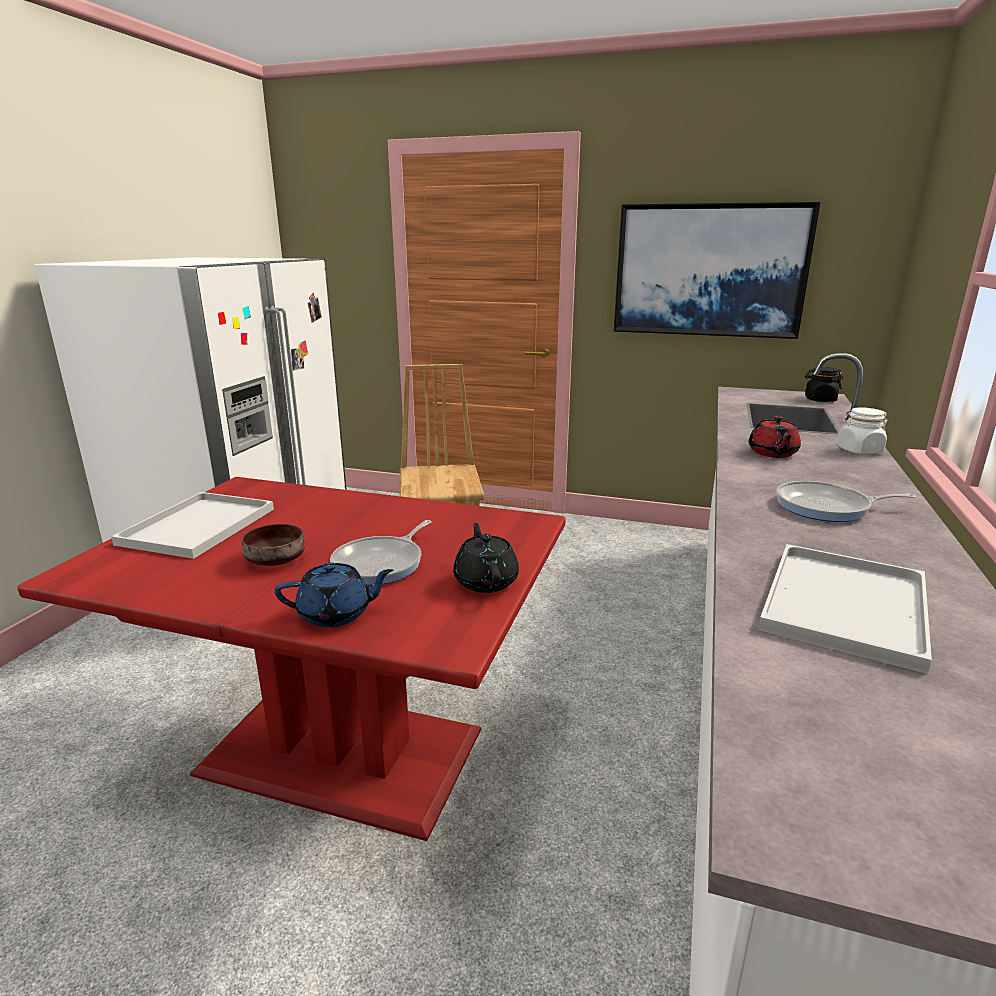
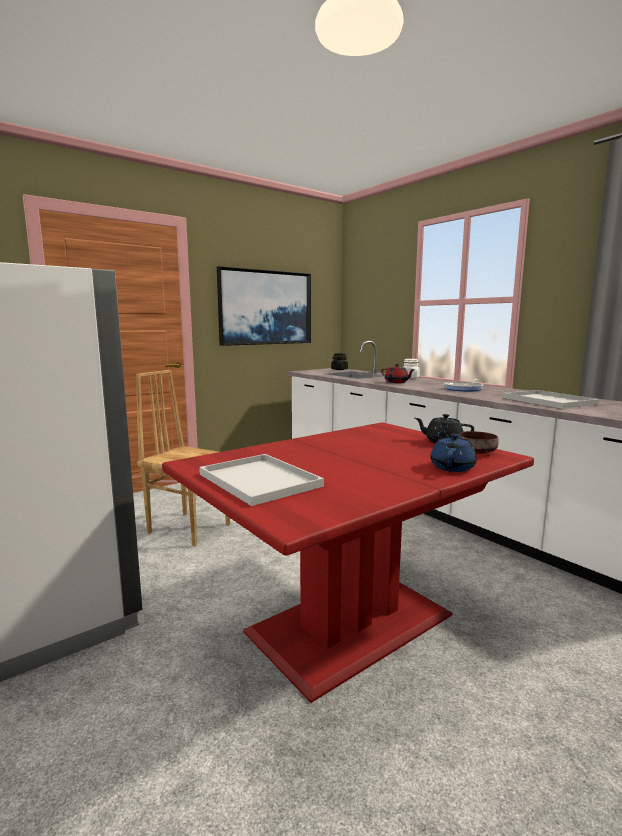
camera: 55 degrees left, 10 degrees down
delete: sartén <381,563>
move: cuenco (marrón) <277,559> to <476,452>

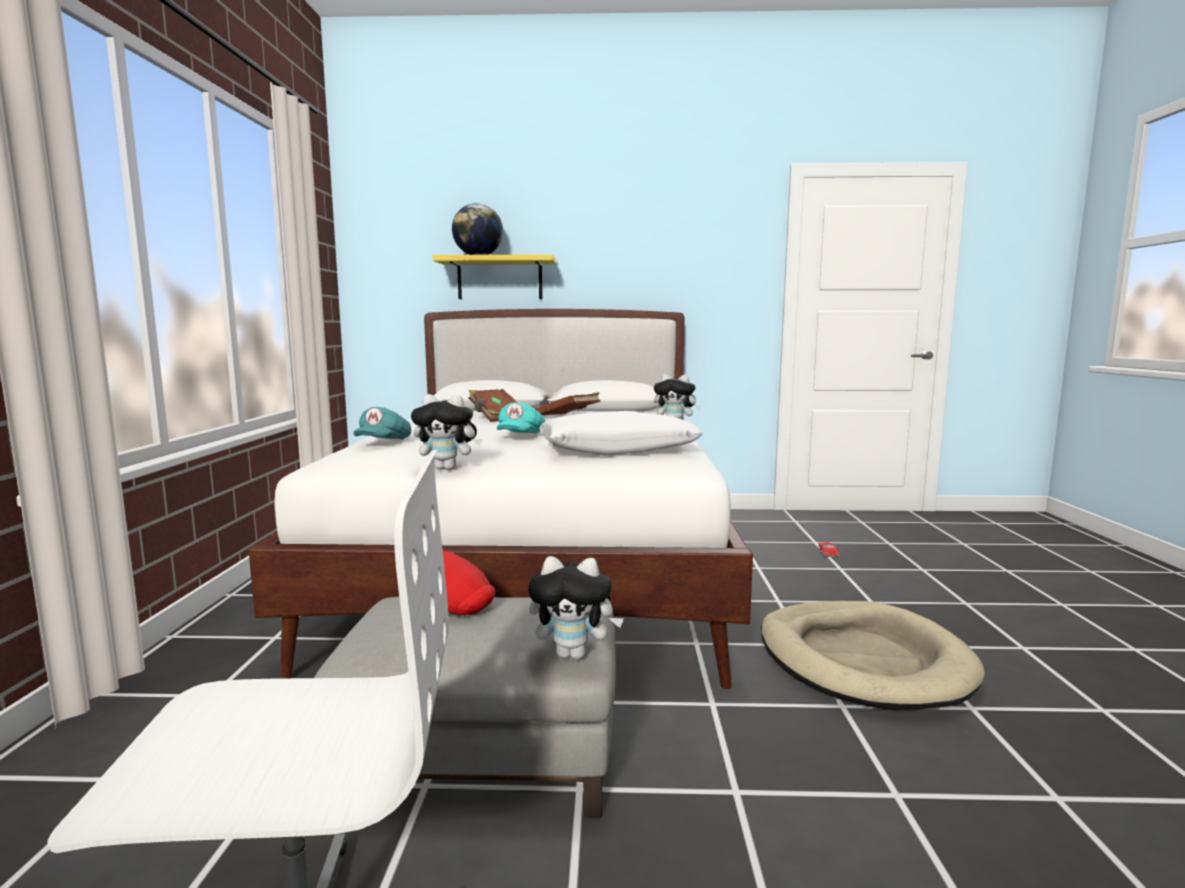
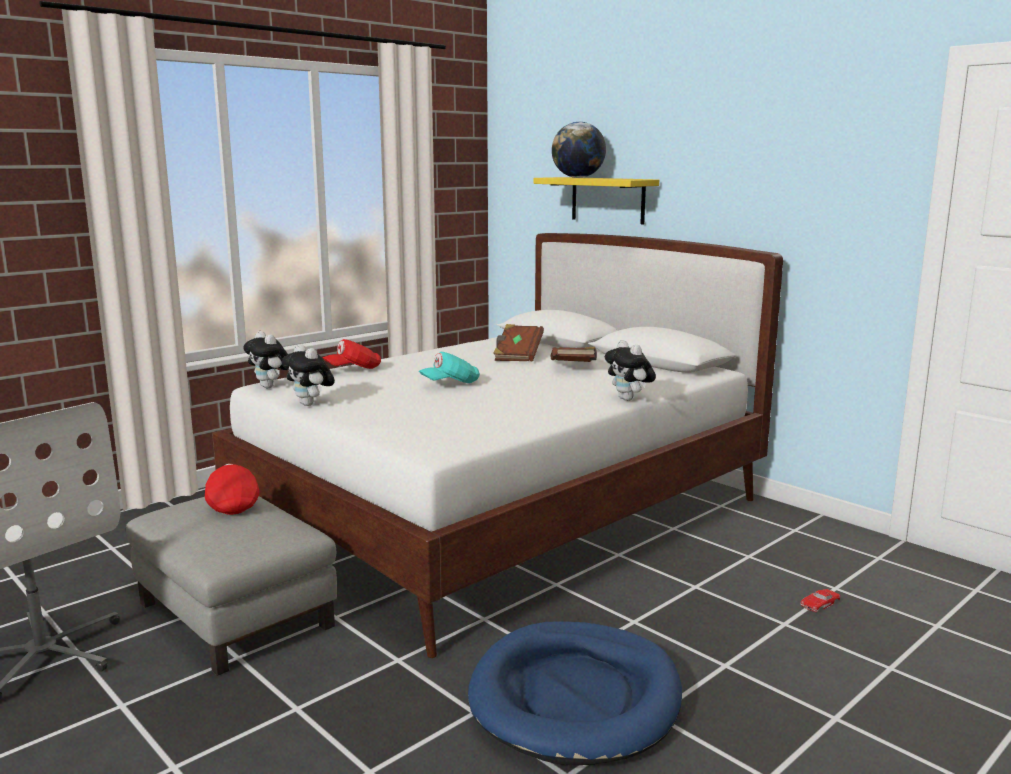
camera: 45 degrees right, 5 degrees up
delete: cojín (blanco) <617,450>
move: peluche <574,654> to <270,387>
recolor: gorra (turquesa) <383,442> to gorra (rojo) <353,369>; cama para perro (beis) <862,660> to cama para perro (azul) <576,698>

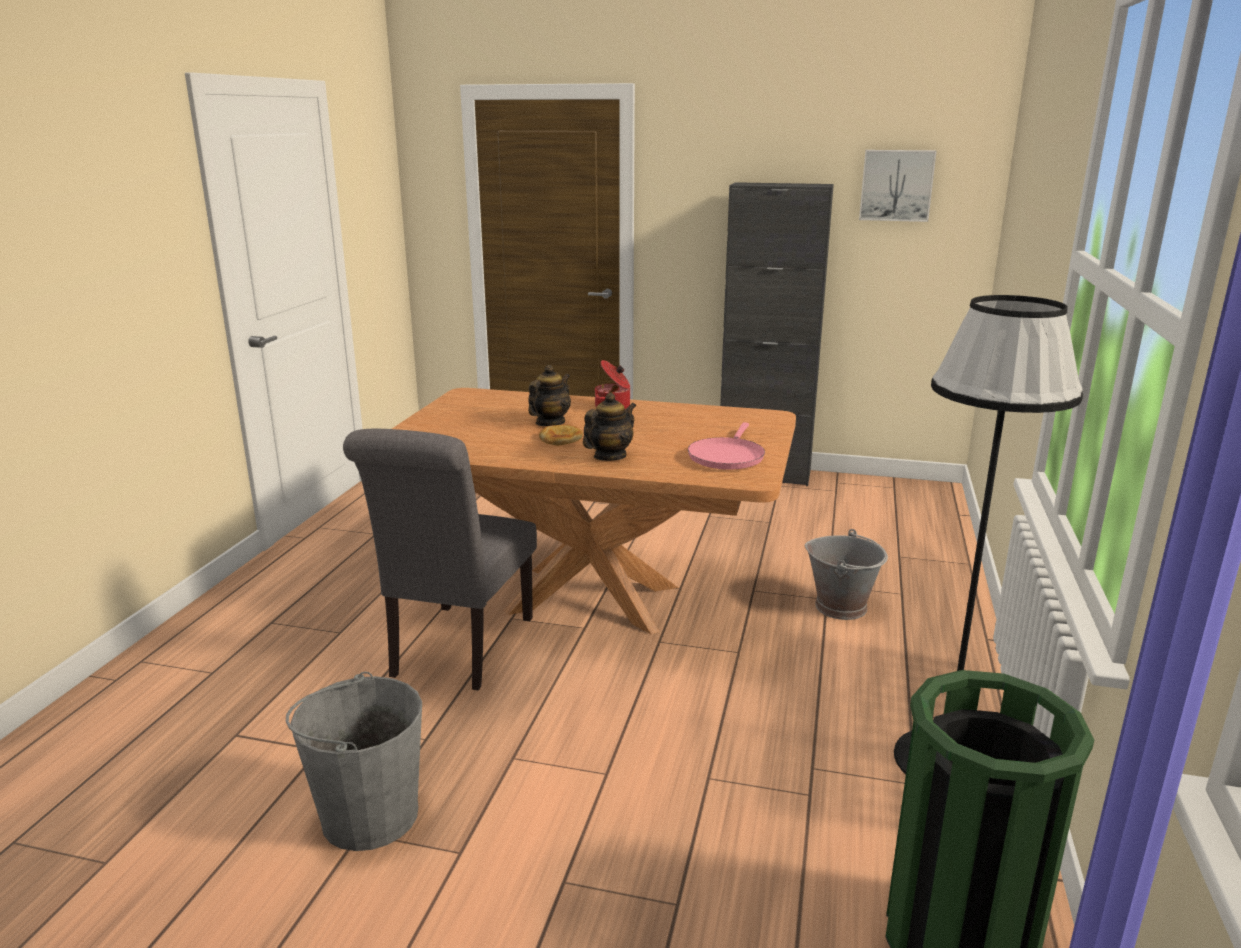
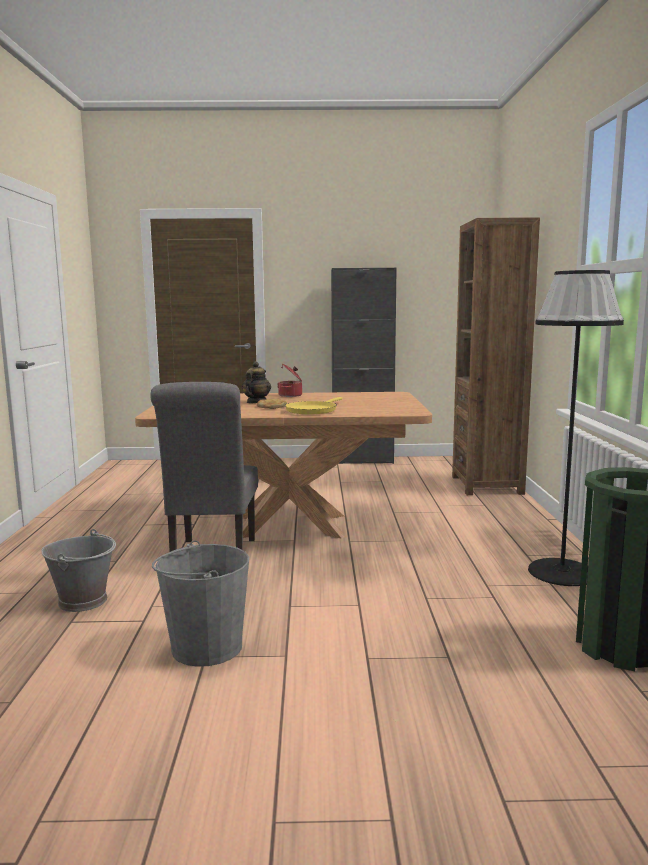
camera: 15 degrees left, 10 degrees down
delete: sartén (rosa) <727,456>; cuadro <896,185>
insert: estantería (marrón) <487,485>
move: cubo (gris) <841,606> to <83,601>
replace: tetera <609,456> to sartén (amarillo) <313,410>

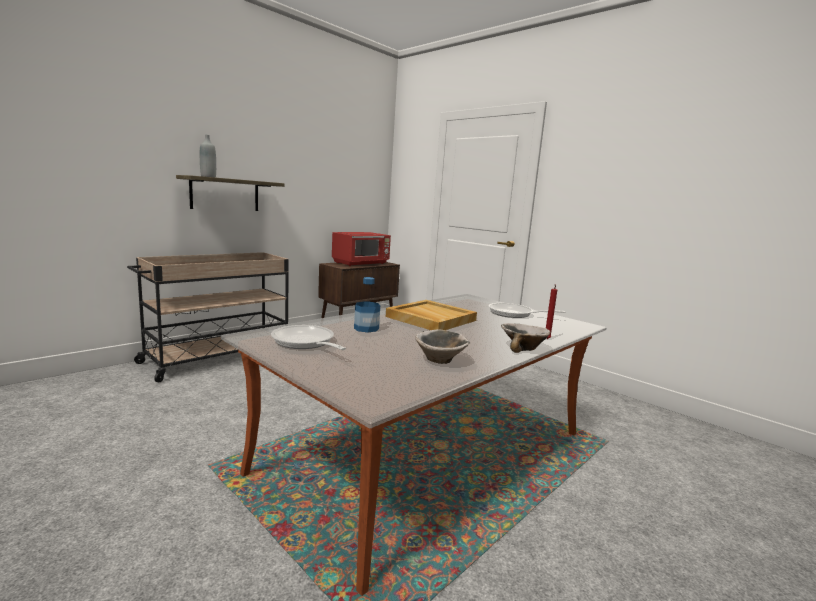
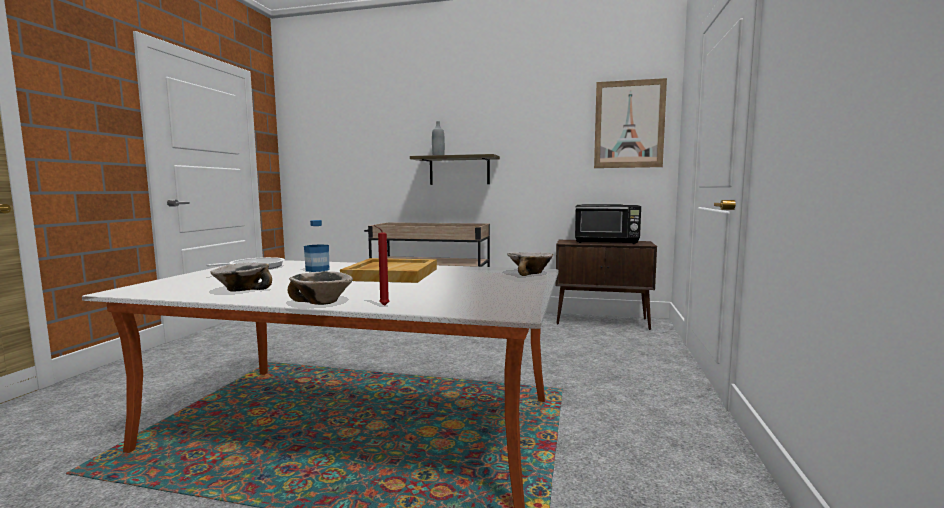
camera: 60 degrees right, 5 degrees down
delete: sartén <514,314>
insert: cuenco <529,273>; cuadro <629,124>
recolor: microondas (rojo) <361,263> to microondas (negro) <607,242>

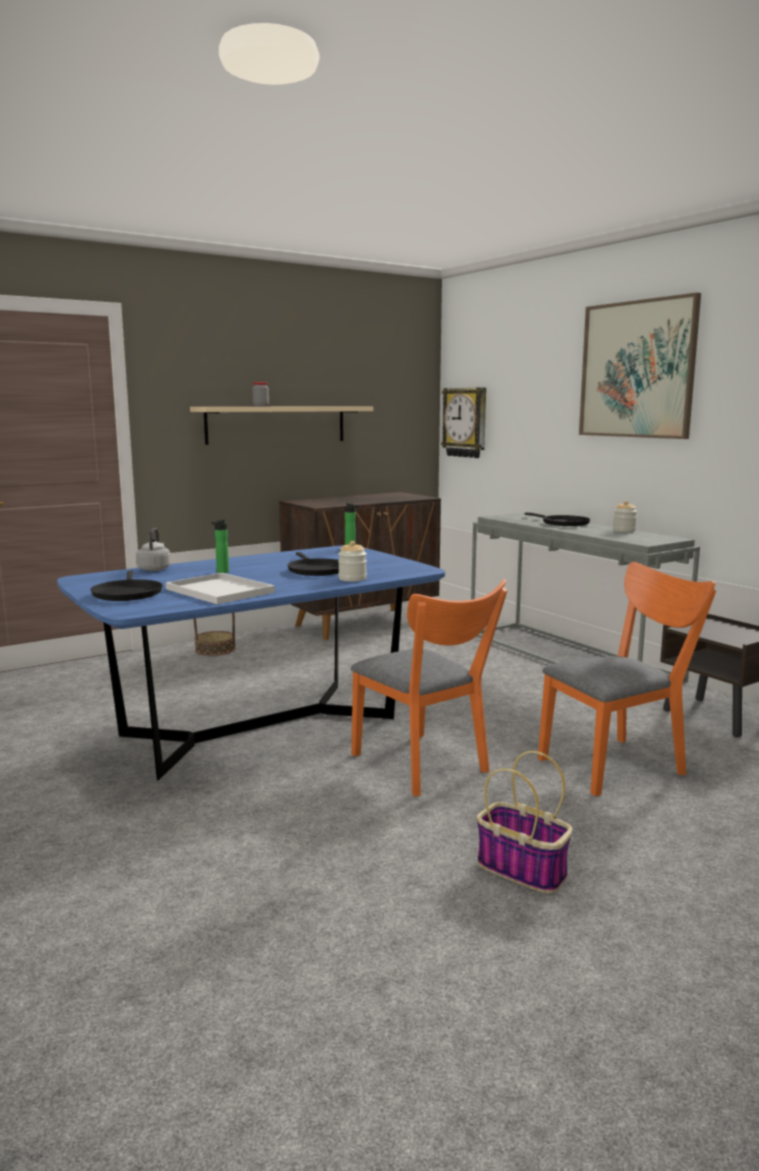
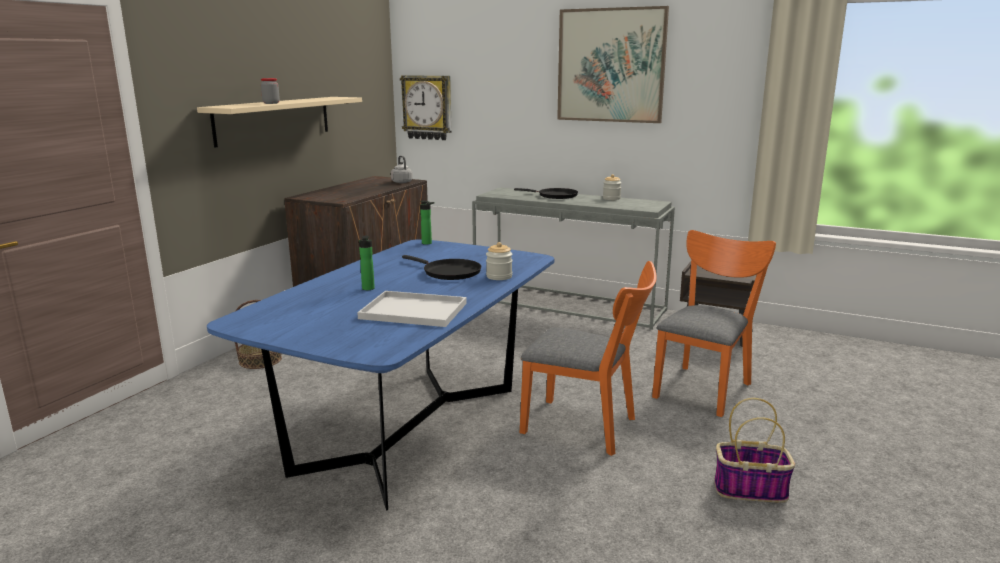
camera: 30 degrees left, 5 degrees up
delete: sartén (negro) <127,593>
move: hervidor (gris) <155,569> to <401,182>

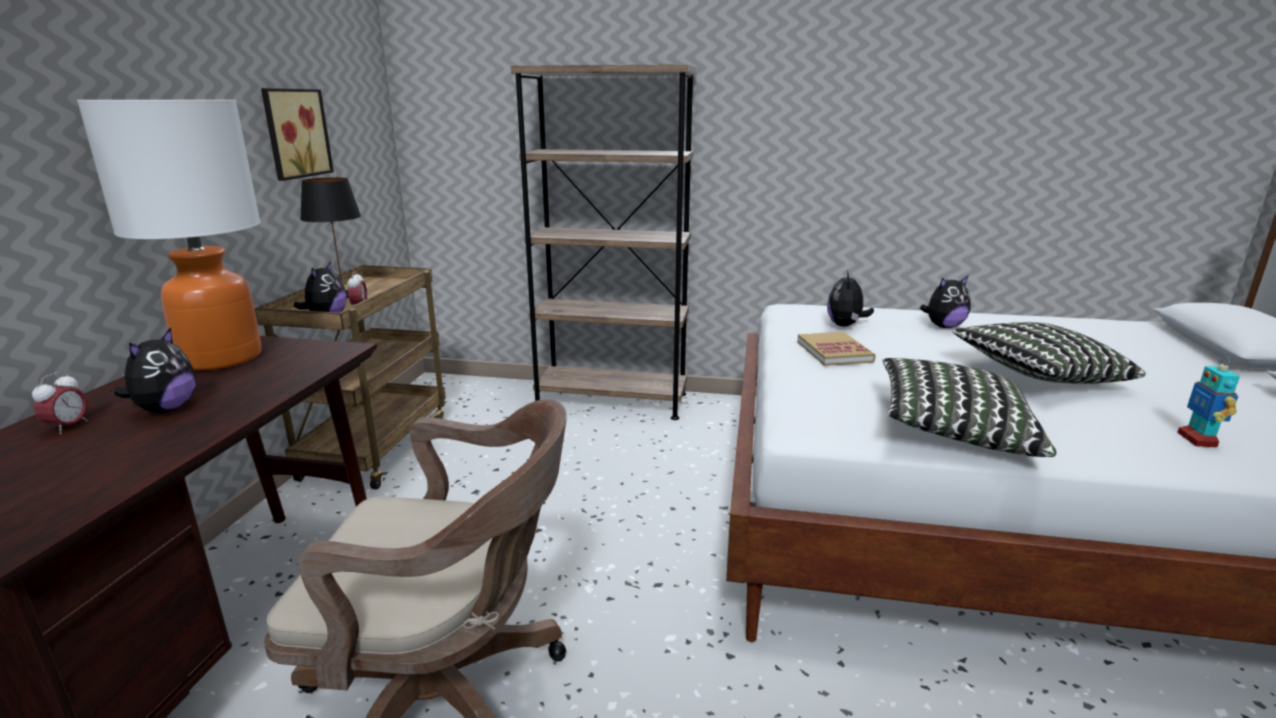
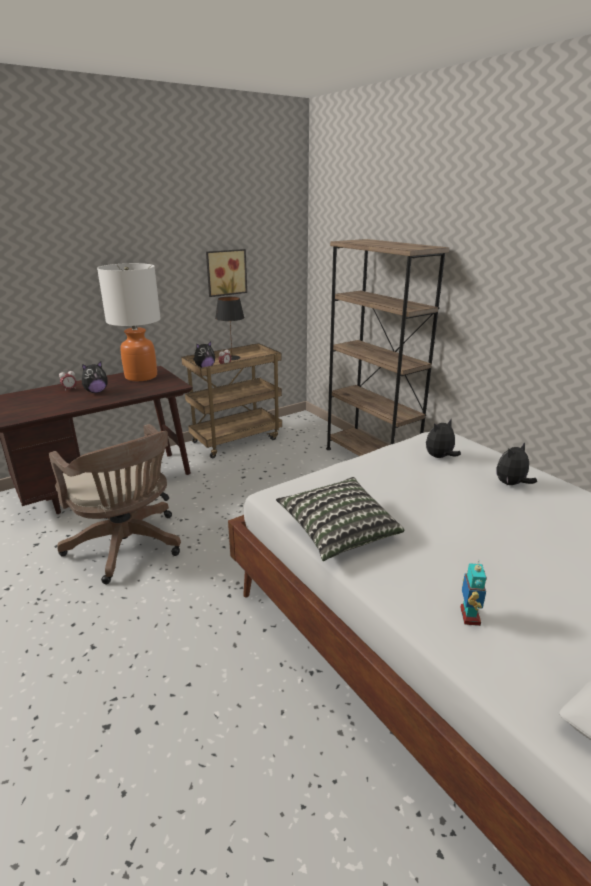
camera: 45 degrees right, 5 degrees up
delete: libro <834,352>; cojín <1038,377>
rotate: robot de juguete <1197,440> = <469,616> 135 degrees clockwise; peluche <943,326> = <511,484> 120 degrees clockwise

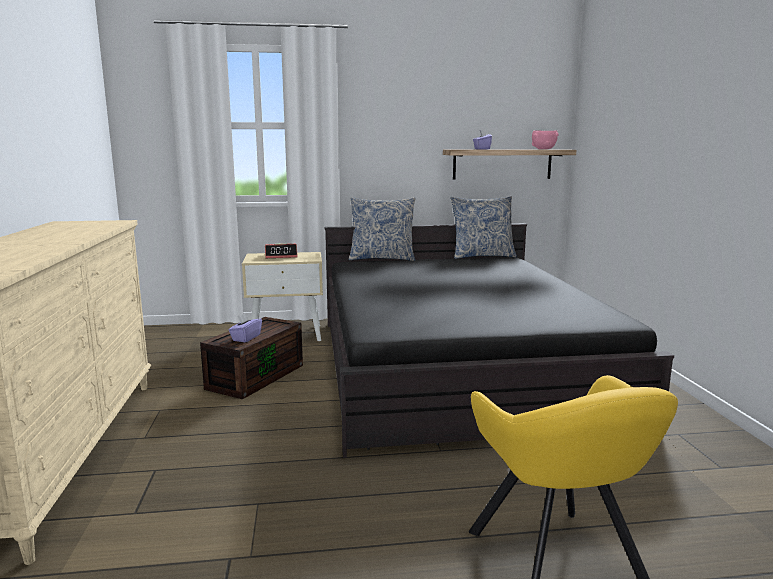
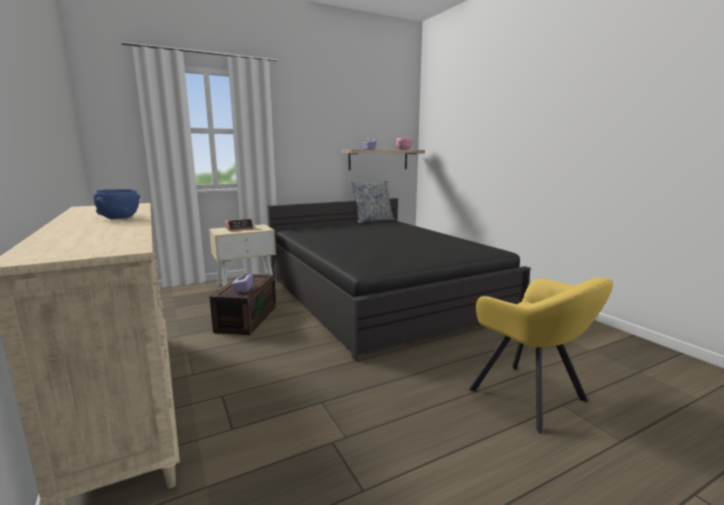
camera: 20 degrees left, 0 degrees up
delete: cojín <382,258>
insert: cuenco (azul) <119,218>

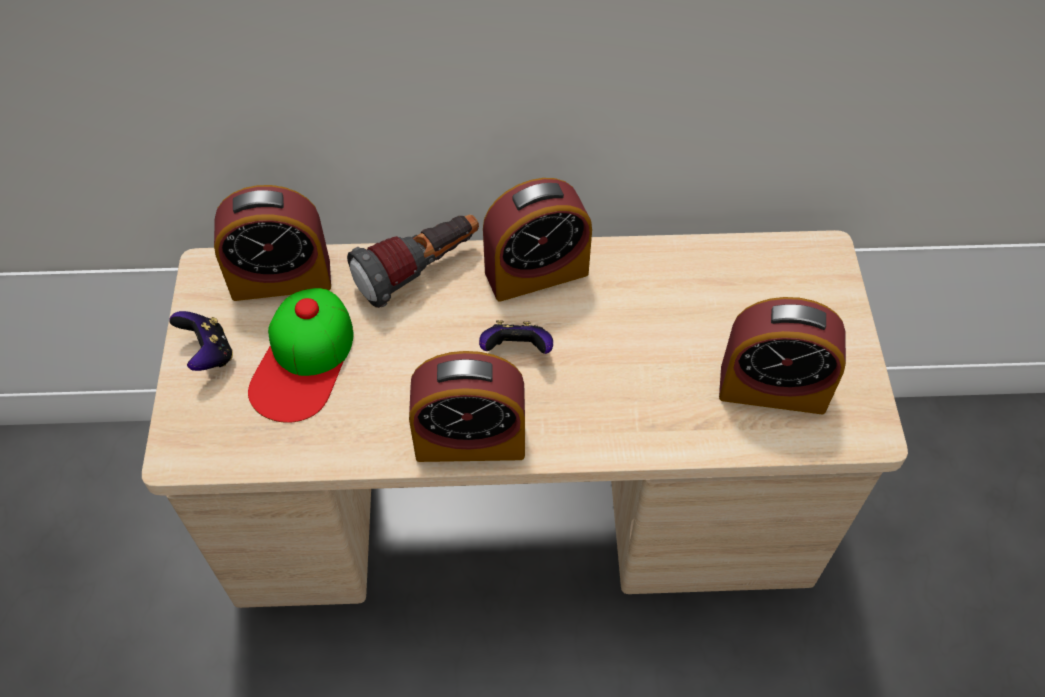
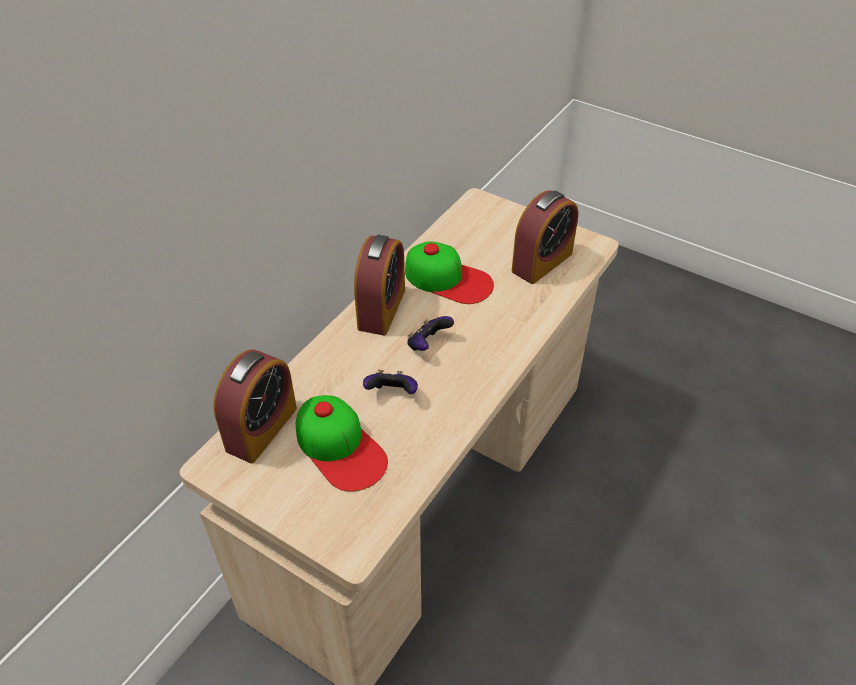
camera: 55 degrees left, 10 degrees down
delete: linterna <420,271>; despertador <470,440>
insert: gorra <448,279>
move: mando de consola <208,354> to <392,393>

